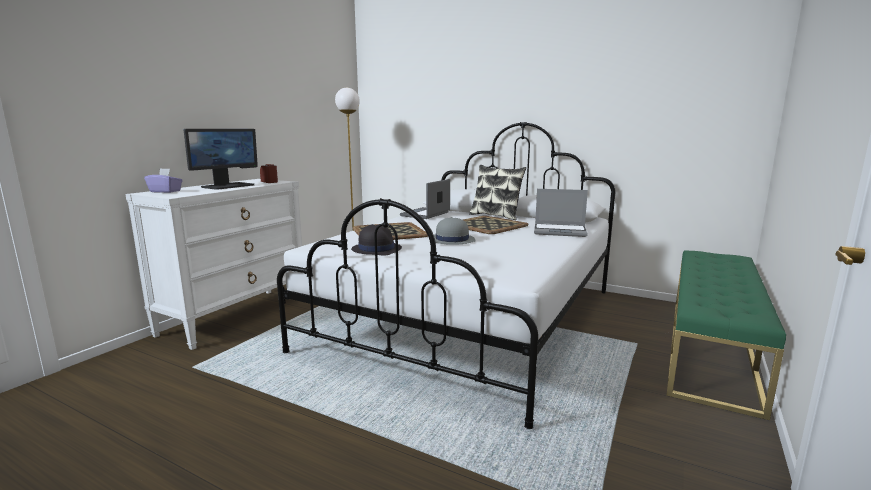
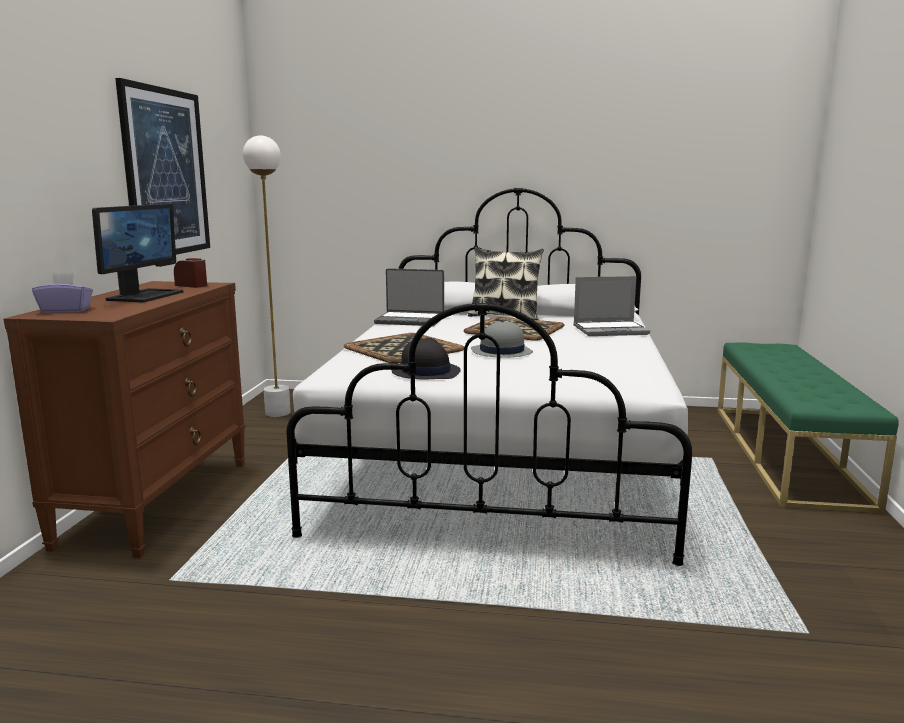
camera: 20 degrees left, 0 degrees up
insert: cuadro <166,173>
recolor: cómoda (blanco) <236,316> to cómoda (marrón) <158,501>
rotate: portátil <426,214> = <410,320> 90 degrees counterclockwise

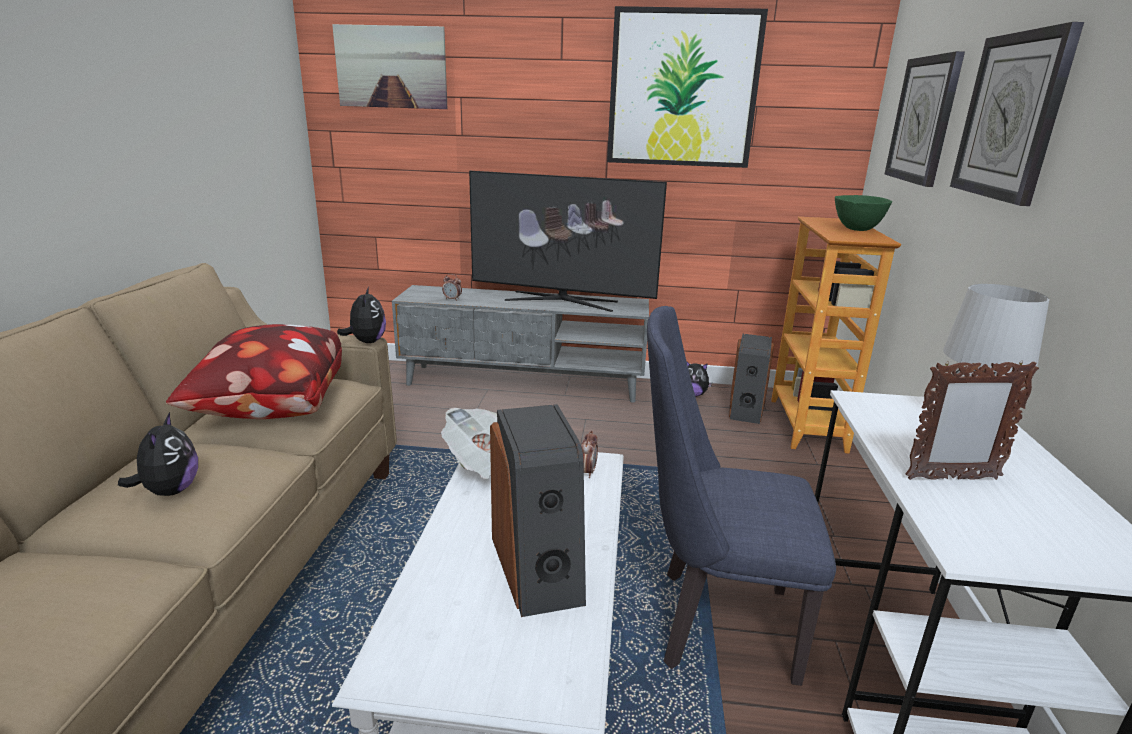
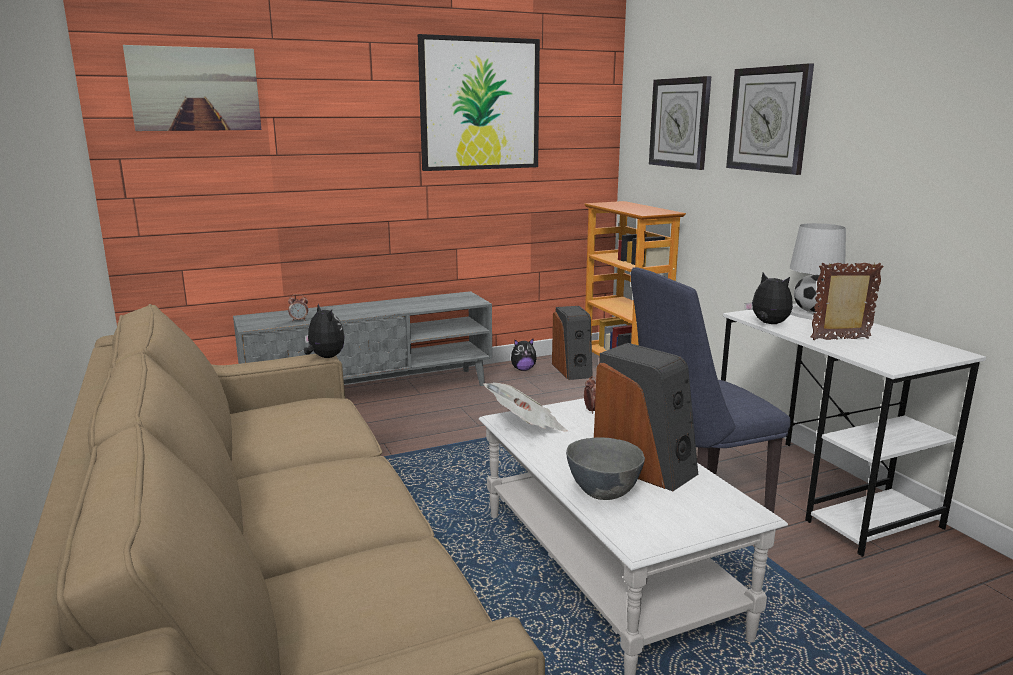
camera: 30 degrees left, 5 degrees down
delete: cojín <270,409>; televisor <561,301>; cuenco (verde) <857,230>
insert: cuenco (gris) <604,494>
move: peluche <170,491> to <768,324>
rotate: portarretratos <951,478> = <841,339> 150 degrees counterclockwise

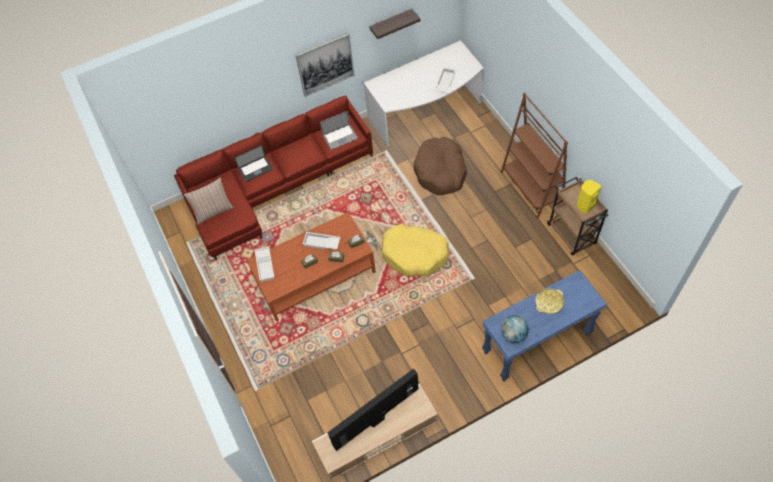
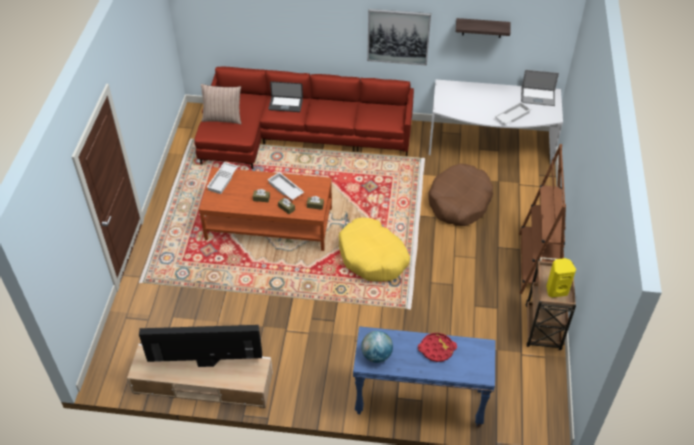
camera: 30 degrees right, 10 degrees down
move: portátil <340,137> to <537,97>
recolor: bandeja (amarillo) <549,302> to bandeja (rojo) <436,349>

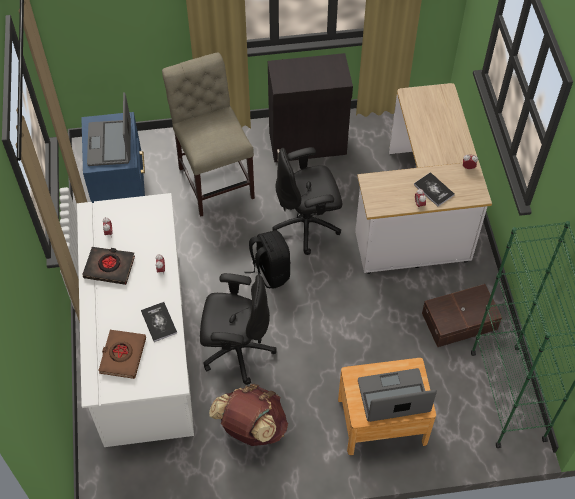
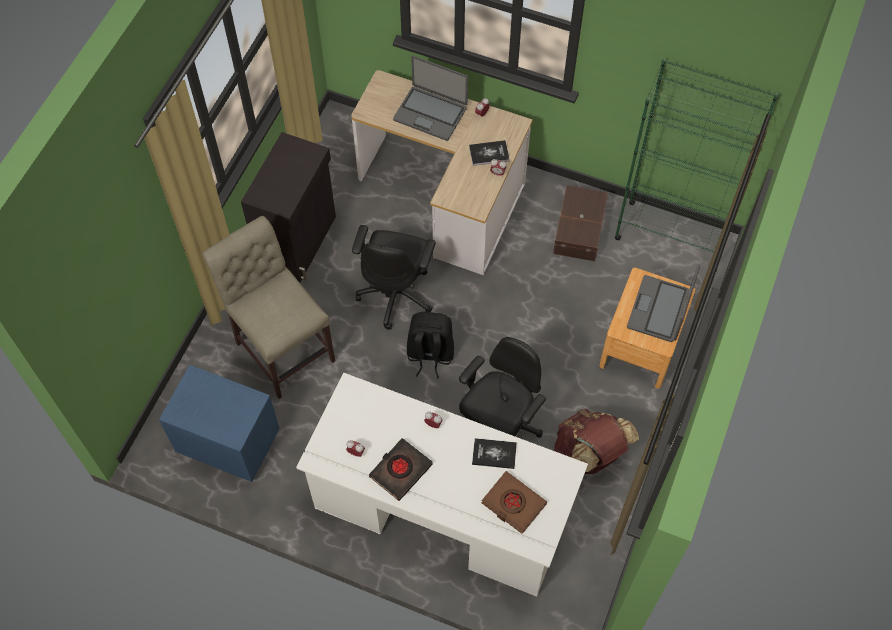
camera: 60 degrees left, 5 degrees up
move: portátil <110,143> to <430,113>
rotate: silla (beis) <214,179> = <282,347> 45 degrees clockwise

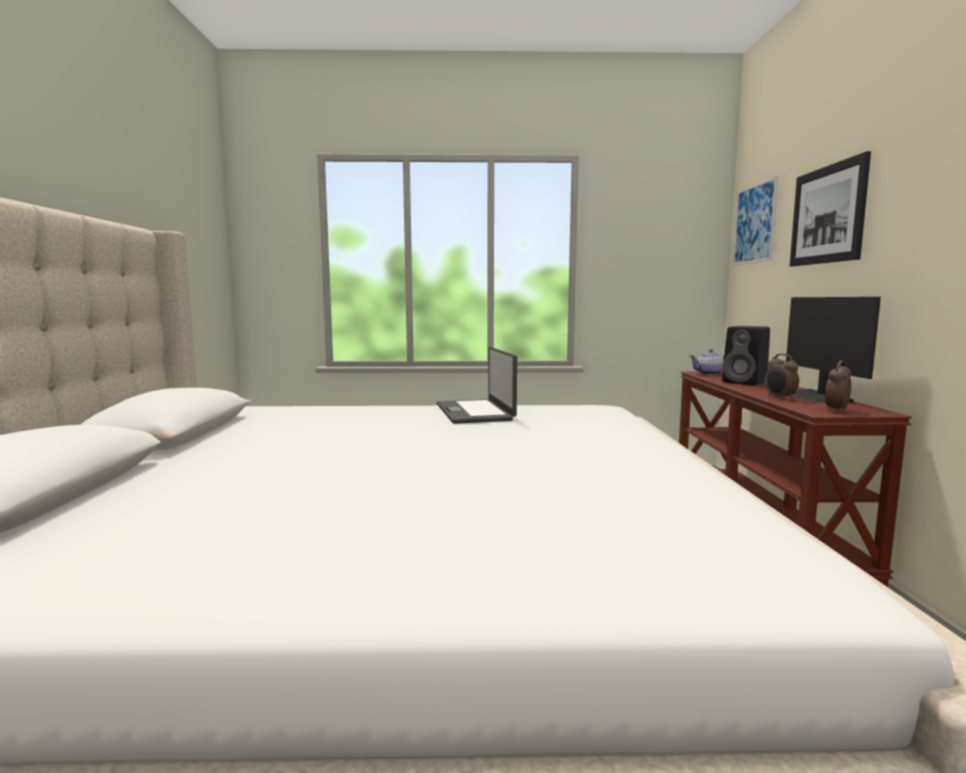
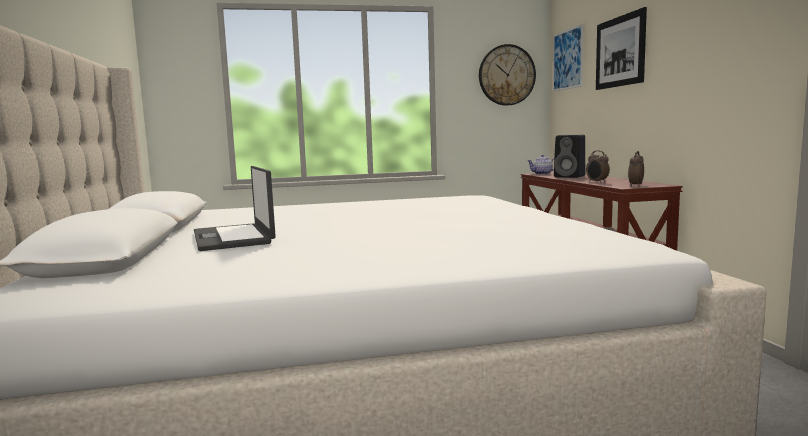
camera: 10 degrees left, 0 degrees up
delete: monitor <814,397>
insert: reloj de pared <506,75>
move: portátil <475,412> to <234,237>

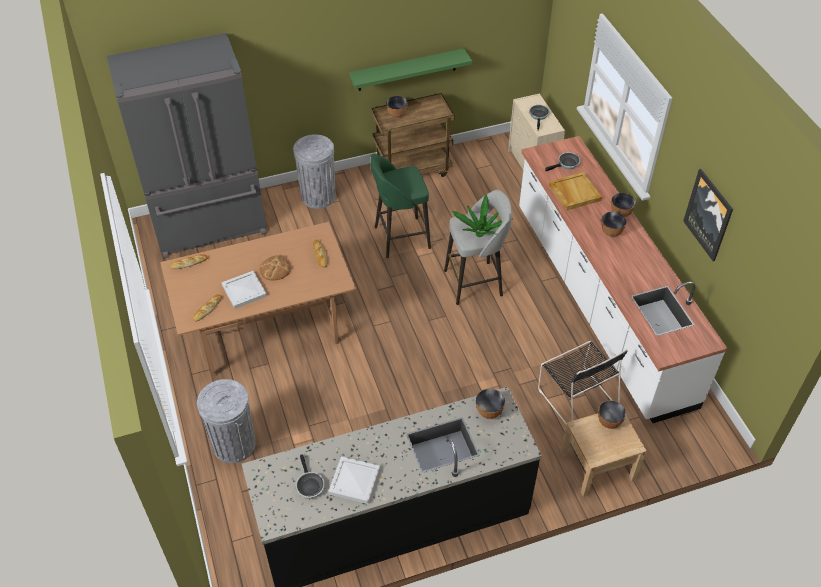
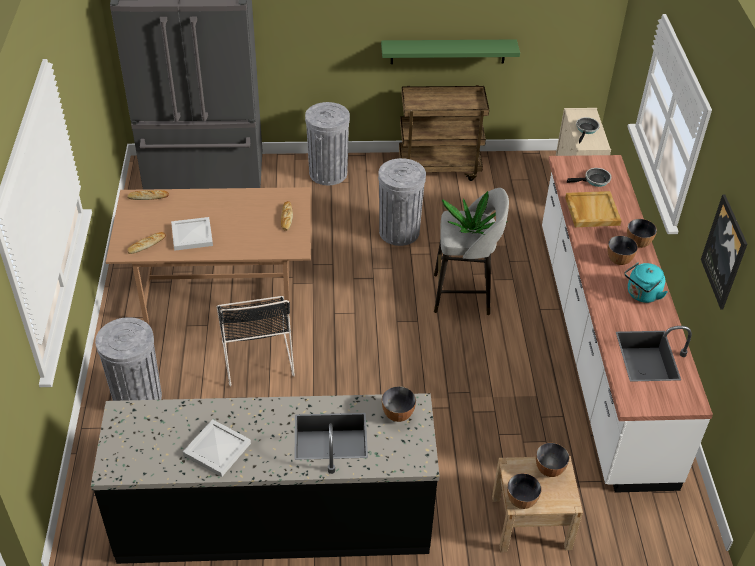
camera: 15 degrees right, 5 degrees down
delete: pan <275,269>; sartén <309,485>
insert: hervidor (turquesa) <642,295>
move: silla (negro) <576,396> to <257,355>; cuenco <396,114> to <521,500>
replace: taburete (verde) <400,238> to papelera (gris) <399,232>

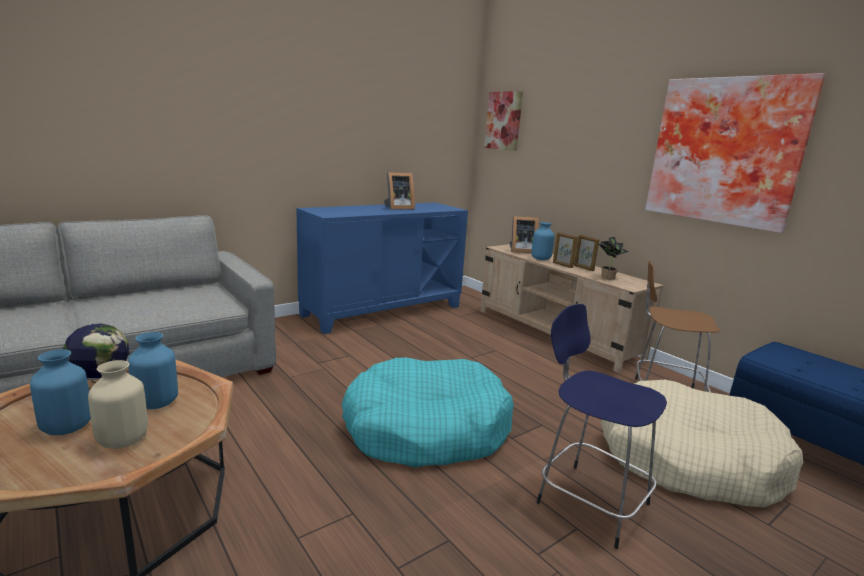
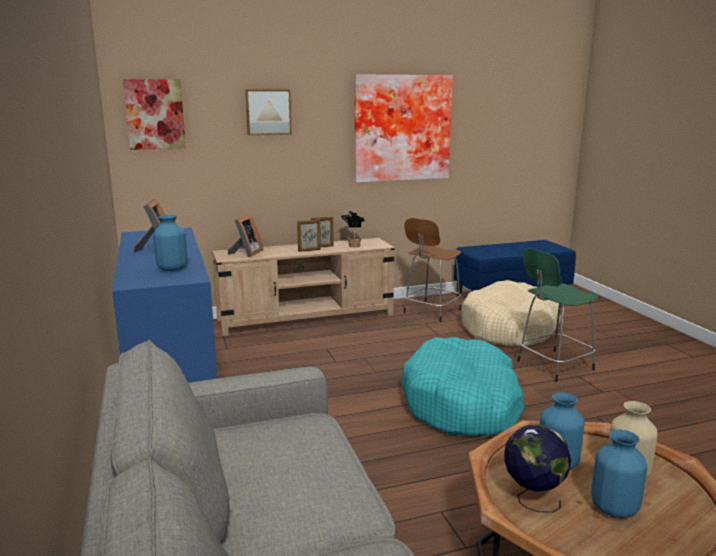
camera: 70 degrees left, 0 degrees up
insert: cuadro <268,112>
move: florero (azul) <540,259> to <173,269>
recolor: taburete (azul) <589,501> to taburete (verde) <553,366>

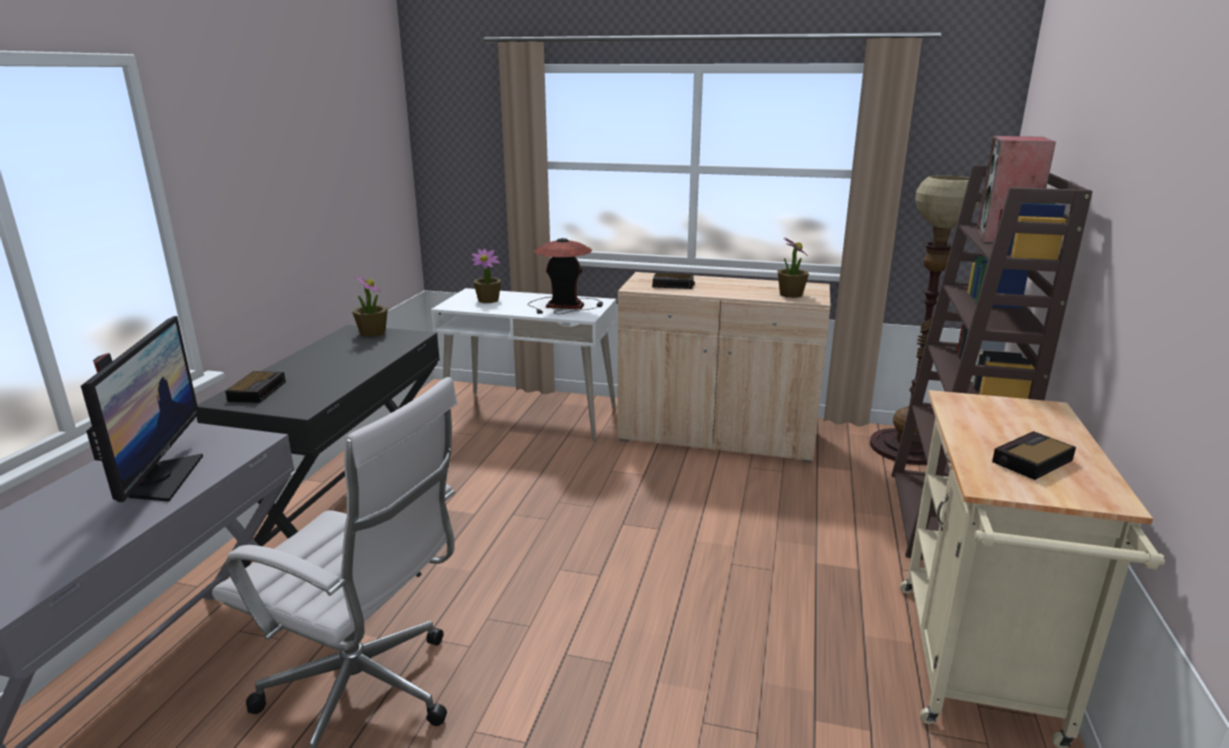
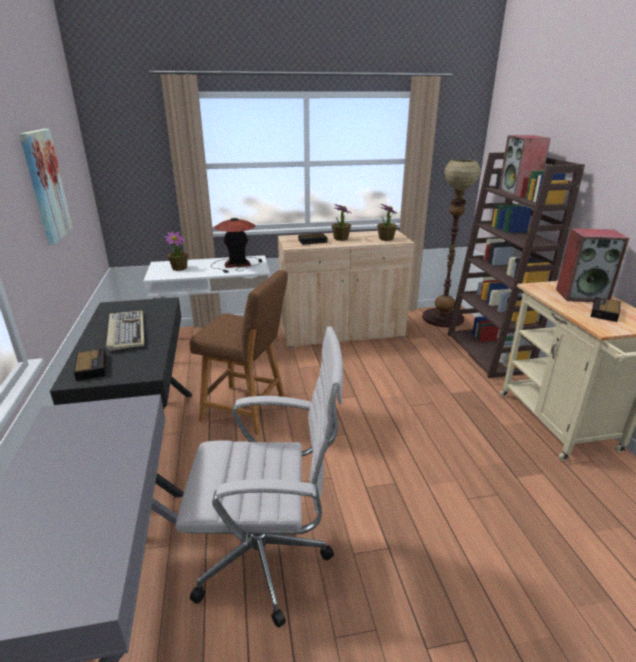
camera: 25 degrees left, 5 degrees up
delete: monitor <161,479>
insert: cuadro <45,186>; teclado <126,332>; taburete (marrón) <247,409>; altavoz <582,295>
move: planta en maceta <372,333> to <340,238>

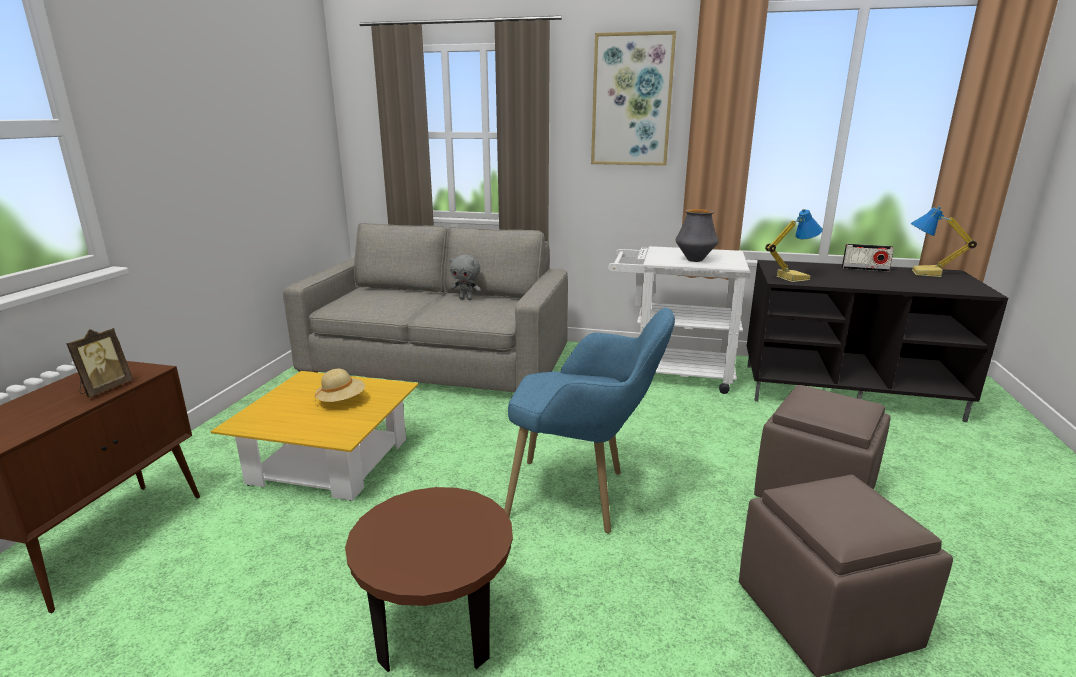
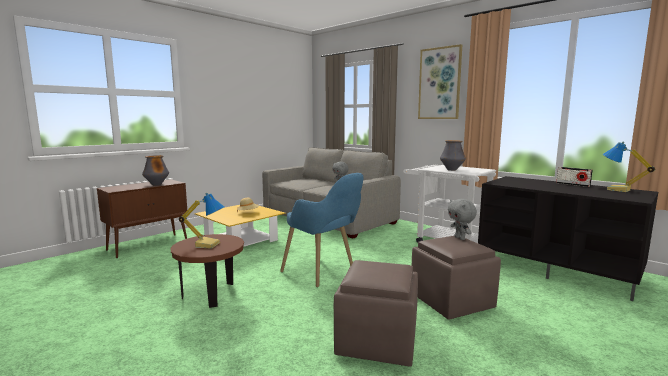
camera: 30 degrees right, 10 degrees down
insert: peluche (gris) <460,238>
move: lámpara de mesa <791,277> to <207,244>
replace: portarretratos <105,389> to florero <156,184>

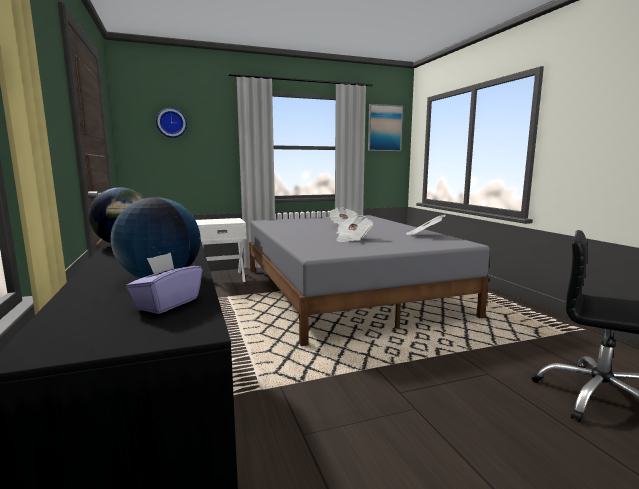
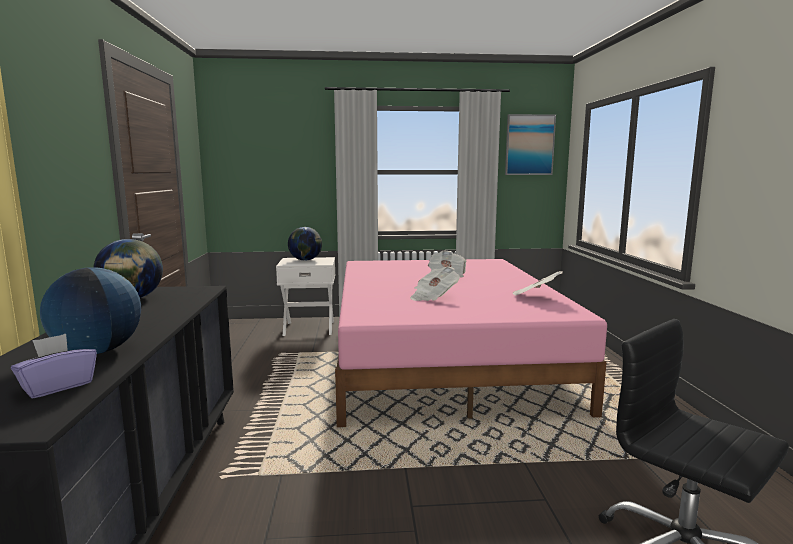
camera: 15 degrees right, 0 degrees up
delete: reloj de pared <171,123>
insert: globo terráqueo <305,260>
recolor: cama (gris) <346,290> to cama (rosa) <443,358>

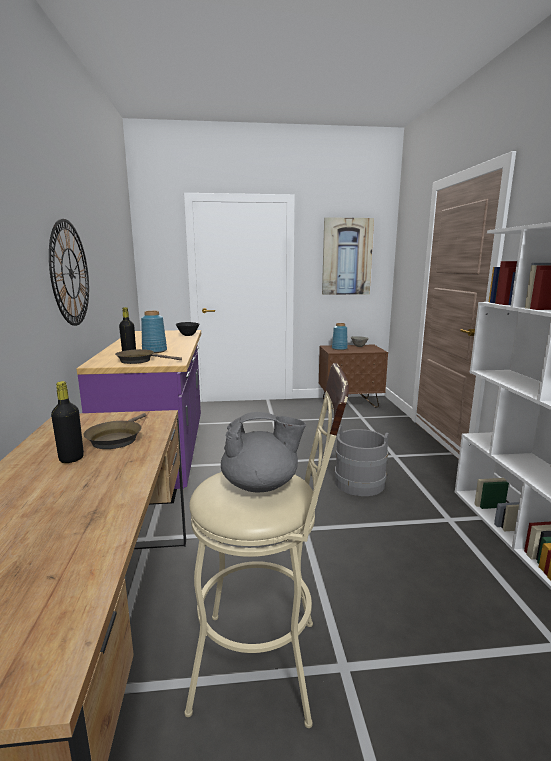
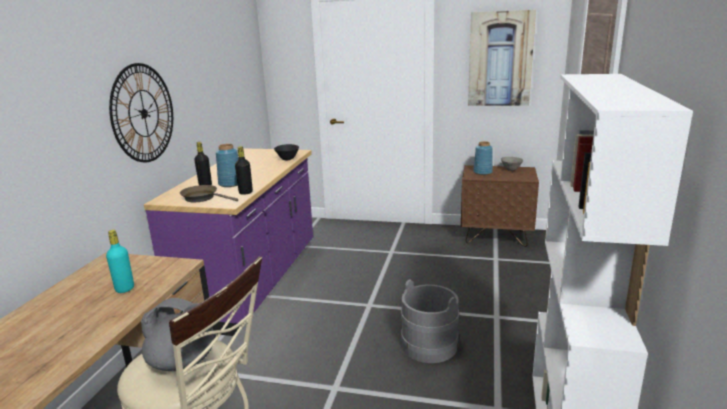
camera: 20 degrees right, 5 degrees up
move: botella (negro) <71,458> to <245,192>
replace: sartén (marrón) <116,439> to botella (turquesa) <125,289>

